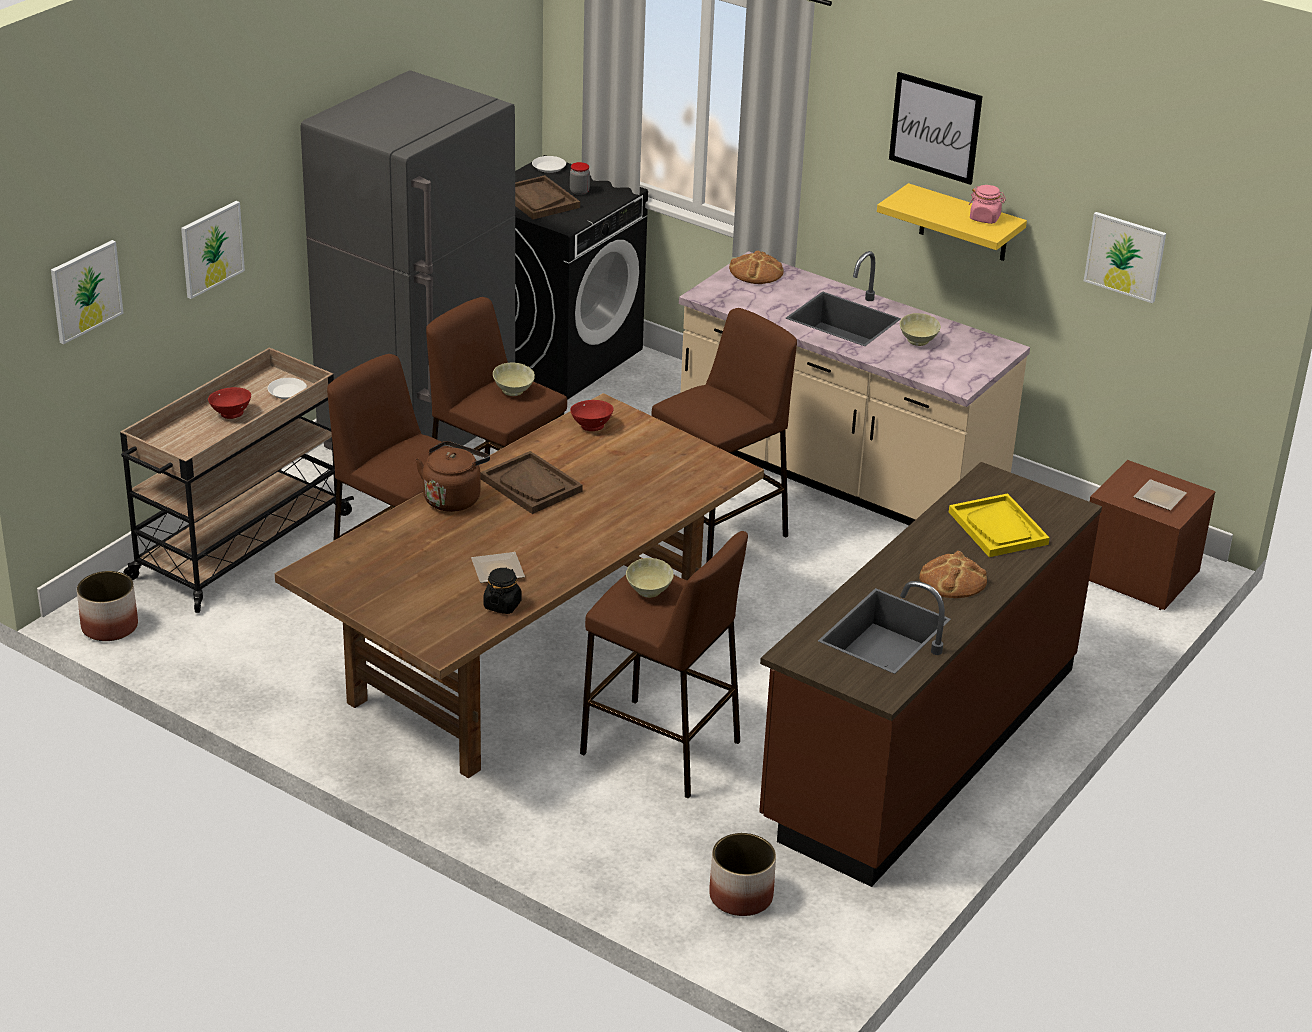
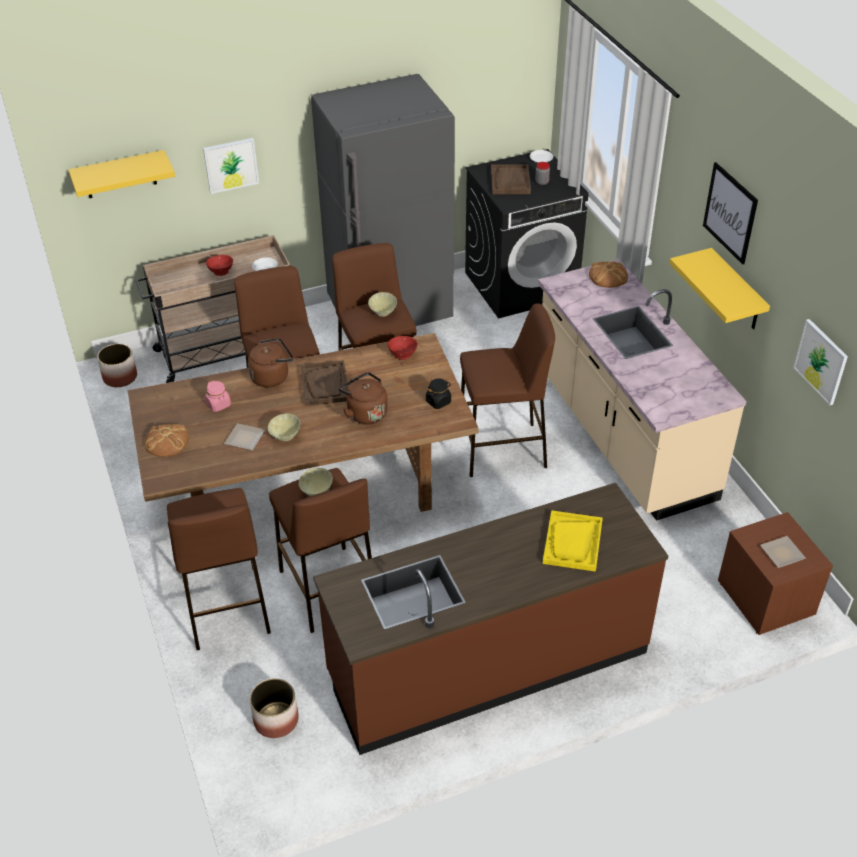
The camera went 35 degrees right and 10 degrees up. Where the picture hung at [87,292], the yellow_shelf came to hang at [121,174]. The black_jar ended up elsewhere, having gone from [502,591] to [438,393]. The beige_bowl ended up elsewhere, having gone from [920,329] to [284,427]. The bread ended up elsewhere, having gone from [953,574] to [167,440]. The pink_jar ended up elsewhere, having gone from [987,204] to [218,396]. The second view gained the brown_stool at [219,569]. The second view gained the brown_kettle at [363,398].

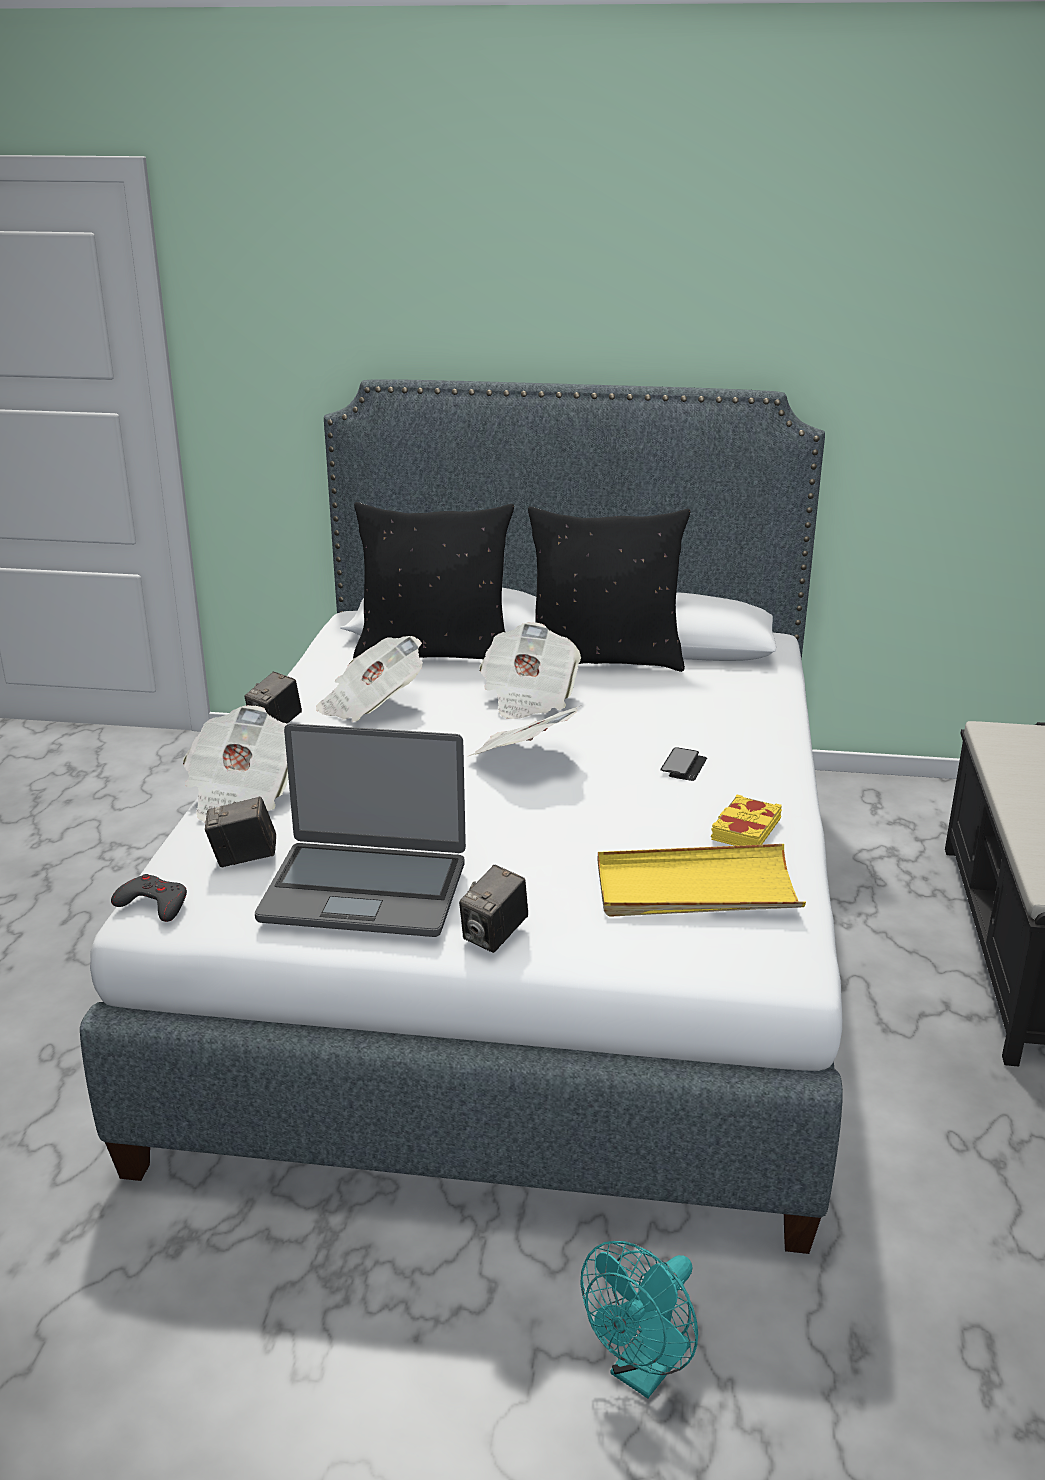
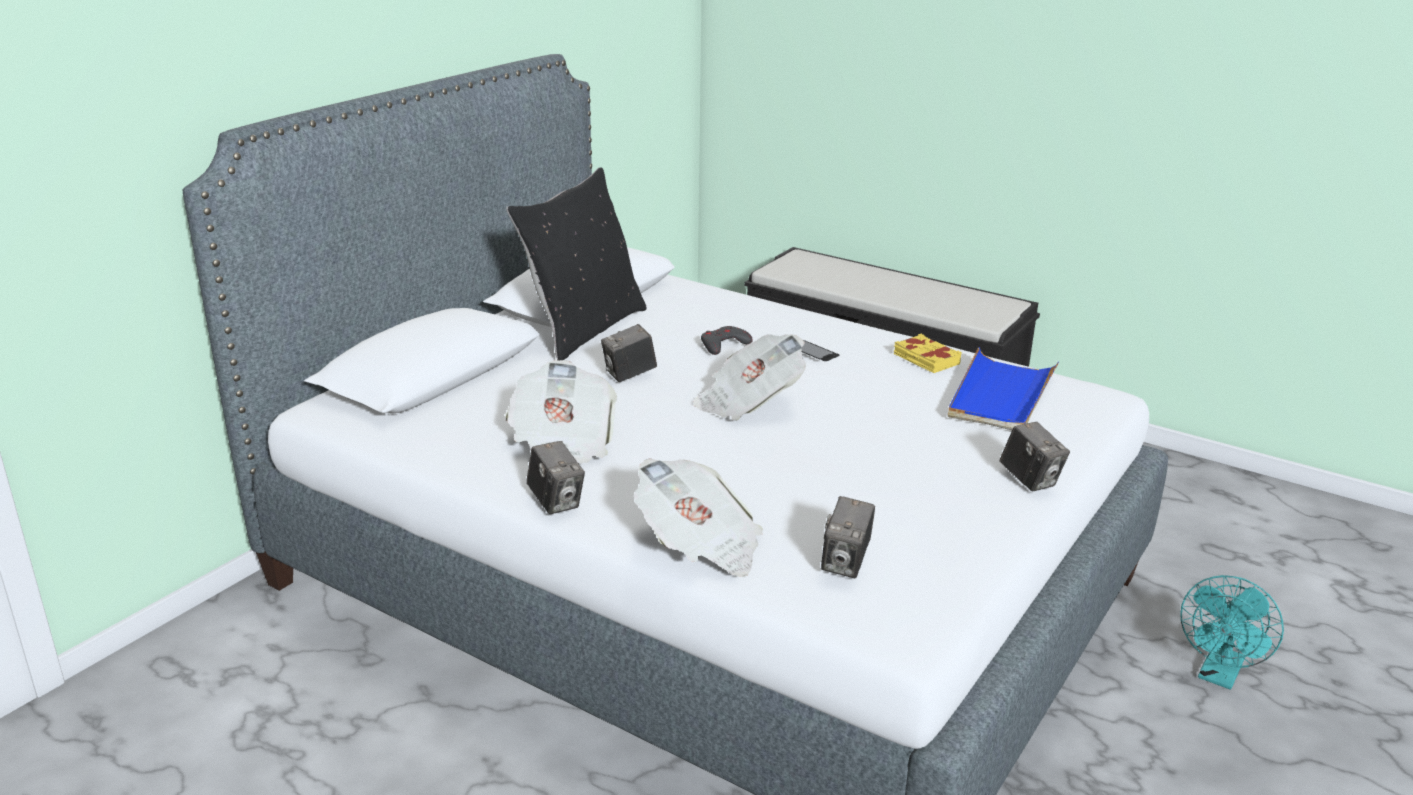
The camera went 65 degrees left and 0 degrees up. The grey_game_controller ended up elsewhere, having gone from [149,898] to [727,340]. The second view lost the laptop at [360,830]. The second view lost the black_pillow at [433,580]. Where the newspaper stood at [530,670], the photo_camera came to stand at [629,353]. The turquoise_fan at [639,1319] ended up facing another way, 60 degrees clockwise from before. What was the yellow_tray at [701,880] turned into the blue_tray at [1003,388].

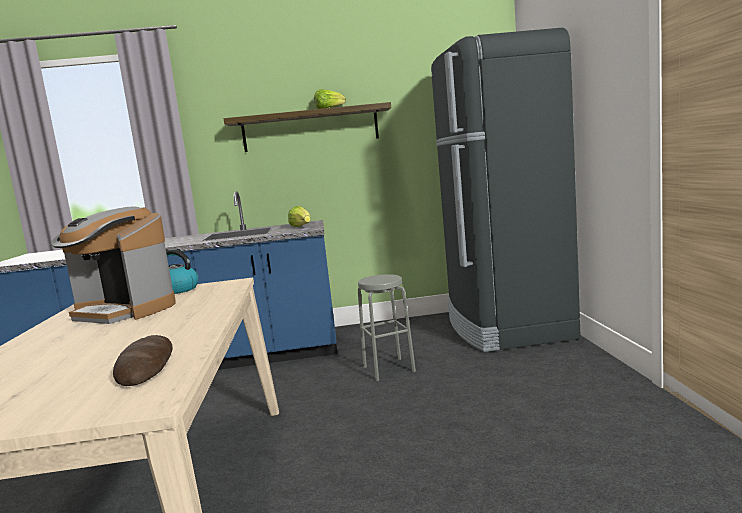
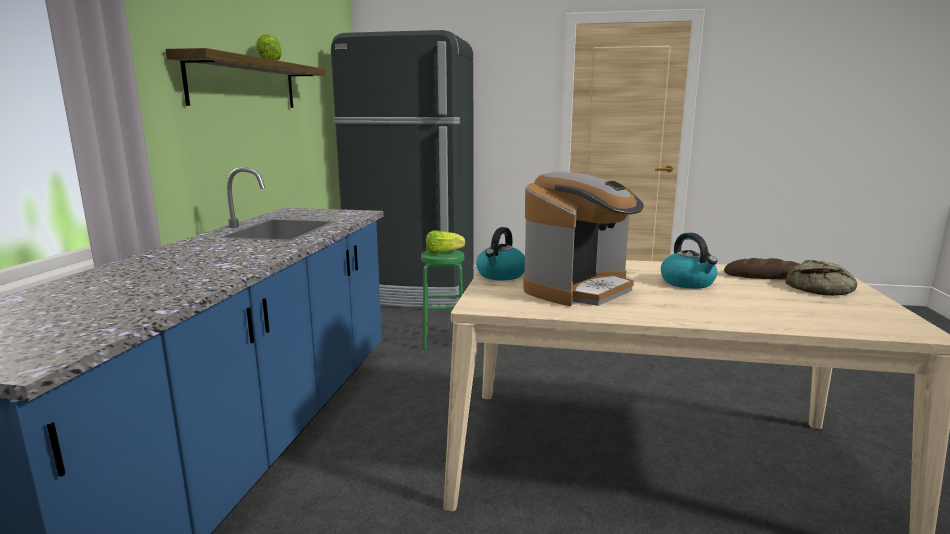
The camera went 75 degrees left and 5 degrees up. The lettuce ended up elsewhere, having gone from [299,216] to [445,242]. What was the grey_stool at [387,327] turned into the green_stool at [442,300]. The second view gained the kettle at [689,261]. The second view gained the bread at [821,278].

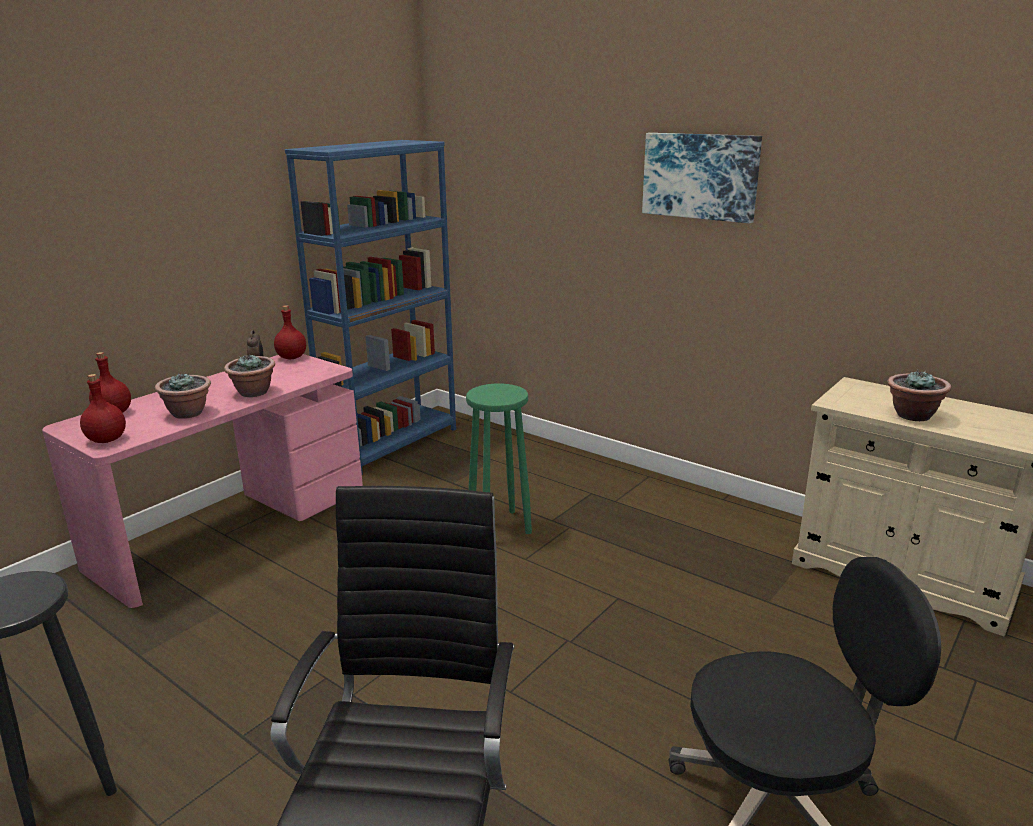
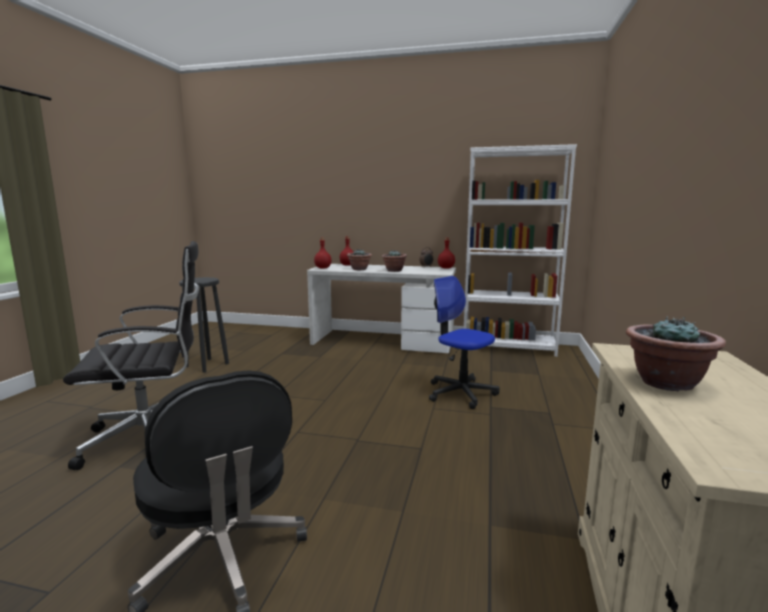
The camera went 65 degrees right and 10 degrees down. What was the pink_desk at [202,481] turned into the white_desk at [381,308]. What was the blue_bookcase at [370,307] turned into the white_bookcase at [520,250]. Where the green_stool stood at [499,459], the office_chair came to stand at [464,342]. The second view lost the picture at [702,178].

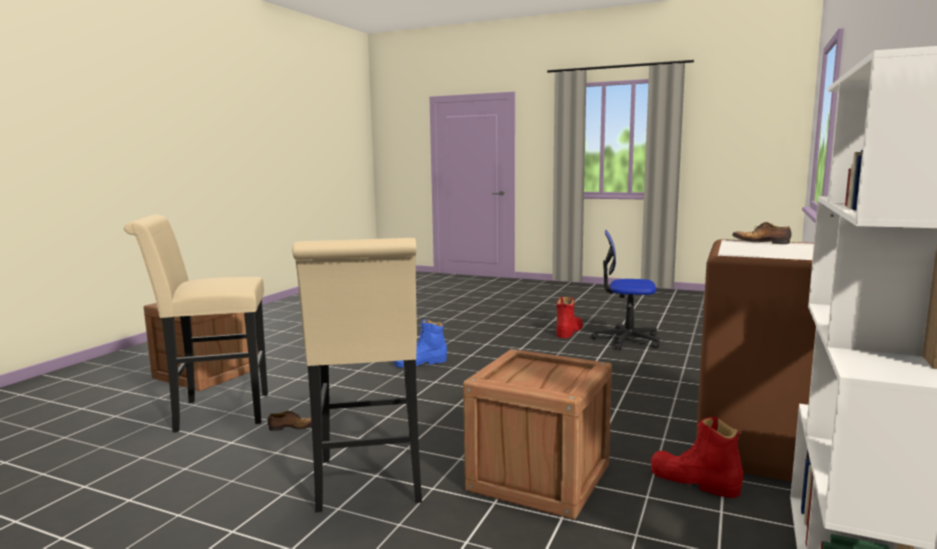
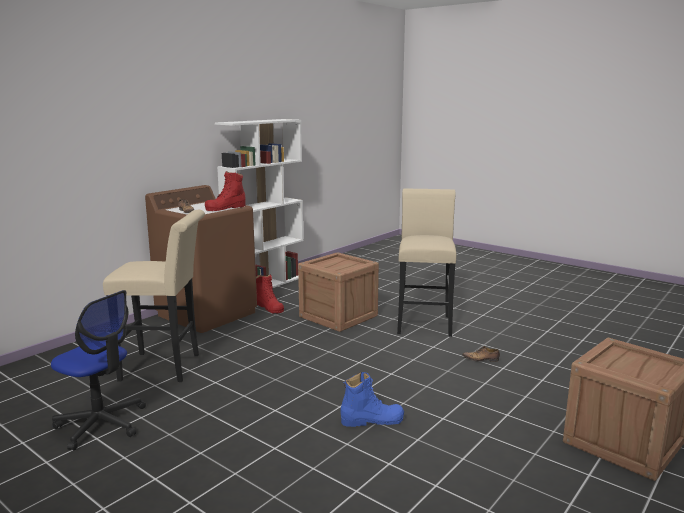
The camera went 165 degrees left and 5 degrees up. The beige_stool ended up elsewhere, having gone from [196,324] to [154,296]. The red_boot ended up elsewhere, having gone from [569,317] to [225,191].

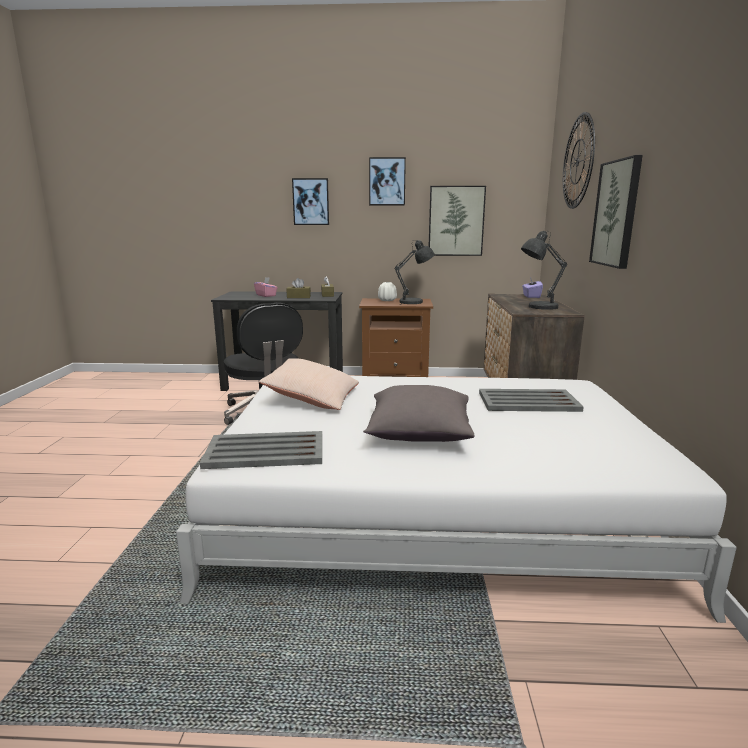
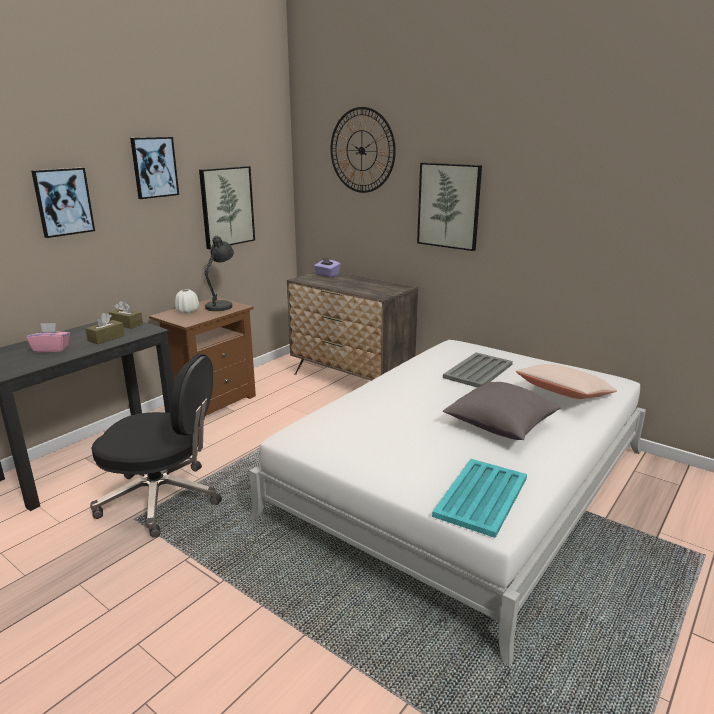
The camera went 55 degrees left and 5 degrees up. What was the grey_tray at [261,450] turned into the turquoise_tray at [479,498]. The beige_pillow ended up elsewhere, having gone from [309,384] to [566,381]. The second view lost the grey_table_lamp at [544,270].

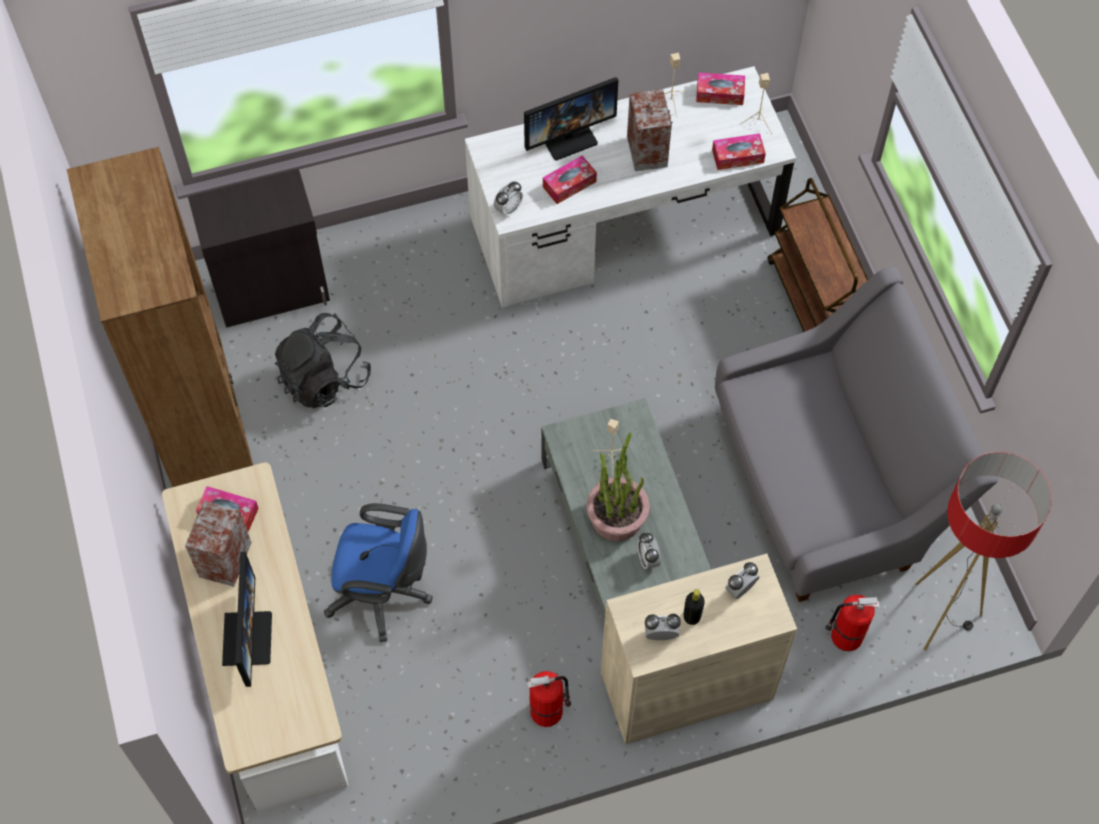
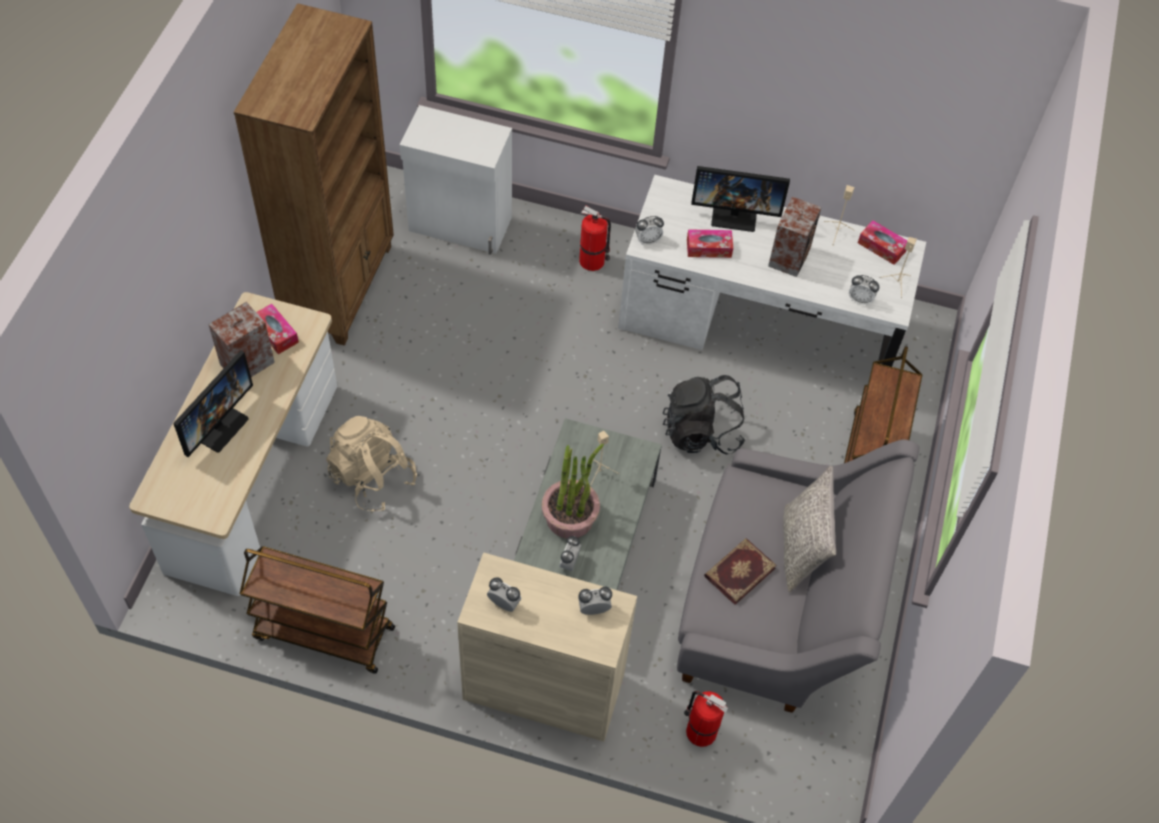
The camera went 30 degrees right and 5 degrees down. What was the black_cabinet at [259,248] turned into the white_cabinet at [456,180]. The black_backpack ended up elsewhere, having gone from [323,360] to [704,415]. Where the blue_office_chair stood at [378,572], the beige_backpack came to stand at [371,463]. The fire_extinguisher ended up elsewhere, having gone from [549,699] to [595,238]. The second view lost the black_bottle at [694,607]. Where the tissue_box stood at [739,151], the alarm_clock came to stand at [864,290]. The second view lost the floor_lamp at [983,551]. The second view gained the brown_cart at [317,610]. The second view gained the book at [740,571]. The second view gained the grey_pillow at [809,529].

